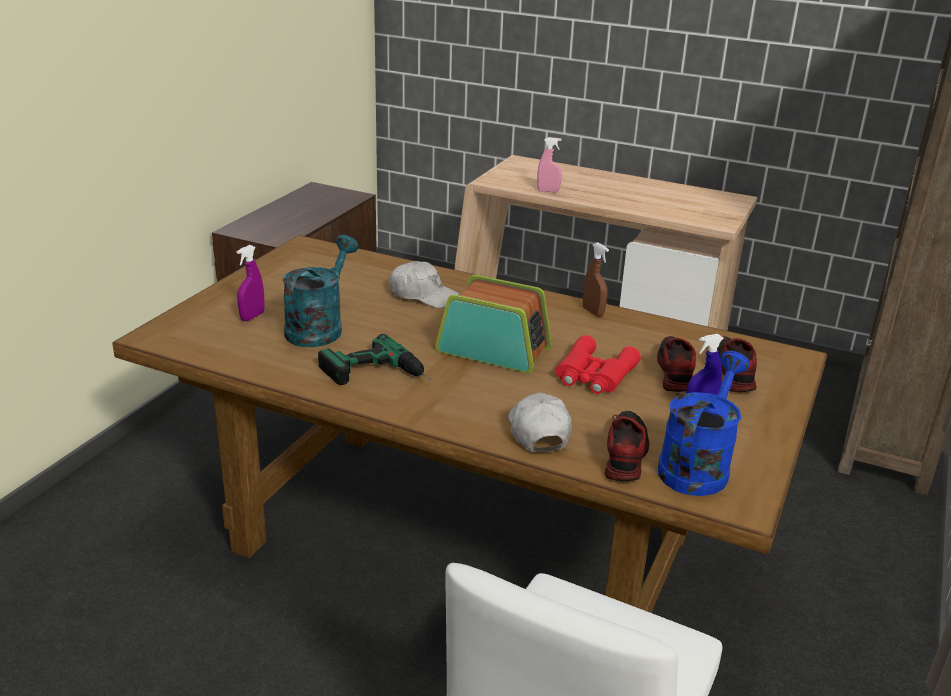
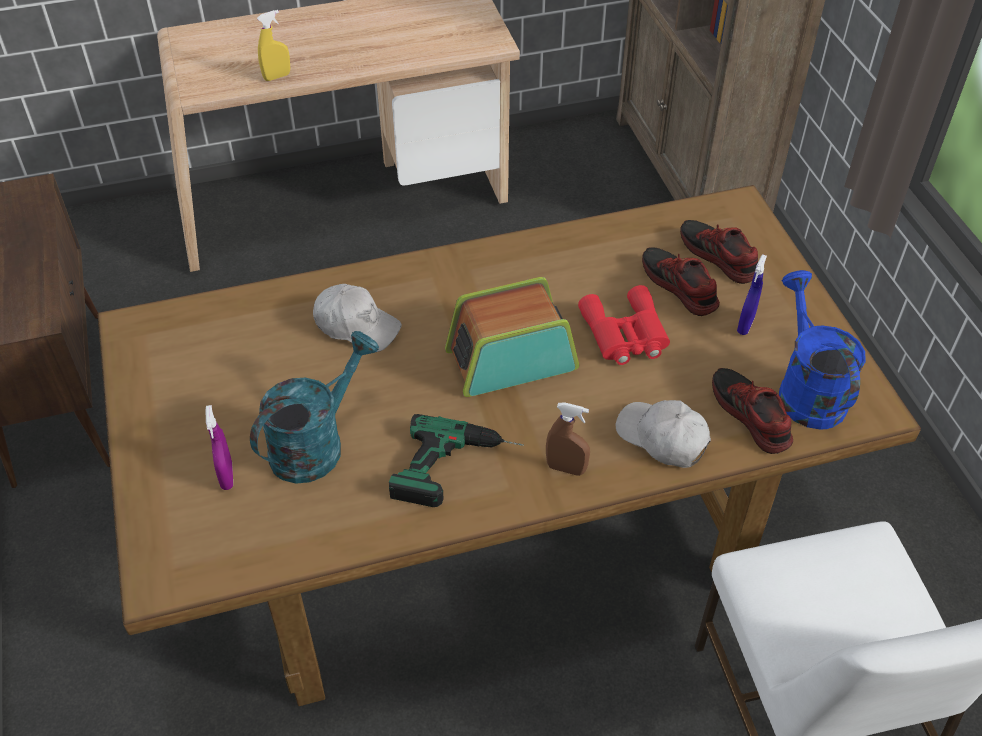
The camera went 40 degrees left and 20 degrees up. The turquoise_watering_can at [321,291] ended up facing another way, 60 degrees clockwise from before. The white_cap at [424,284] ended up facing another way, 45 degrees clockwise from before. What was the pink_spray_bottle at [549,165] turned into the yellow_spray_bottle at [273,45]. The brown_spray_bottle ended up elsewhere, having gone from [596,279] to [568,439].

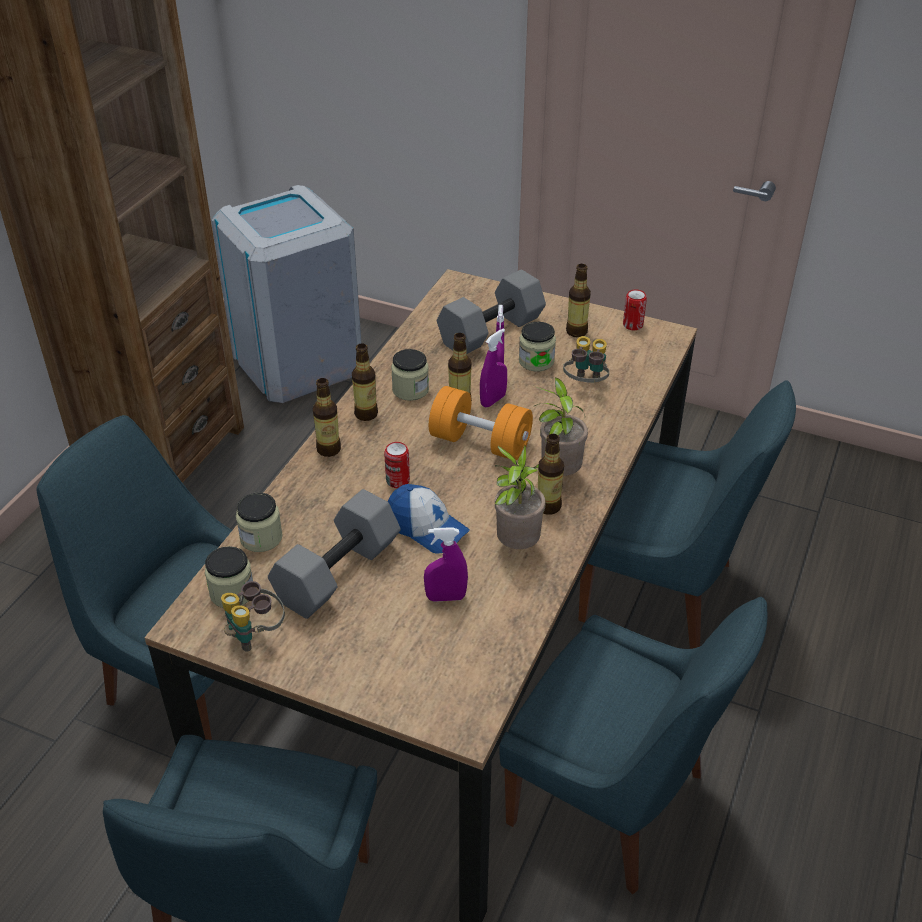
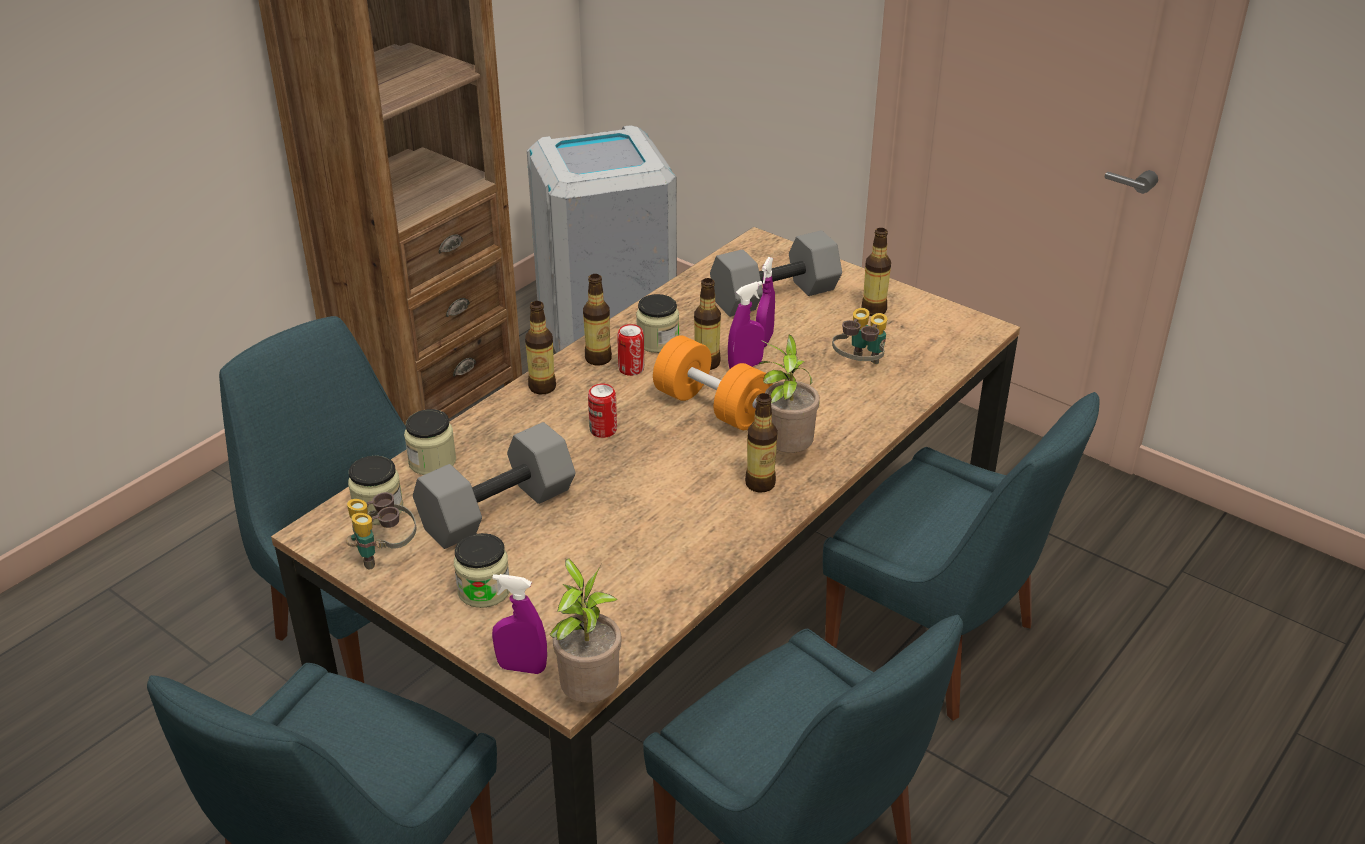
The camera went 15 degrees right and 5 degrees down. The second view lost the cap at [428,519]. The purple_spray_bottle ended up elsewhere, having gone from [446,564] to [519,624]. The potted_plant ended up elsewhere, having gone from [519,497] to [585,630]. The jar ended up elsewhere, having gone from [537,347] to [481,570]. The can ended up elsewhere, having gone from [635,309] to [630,350].

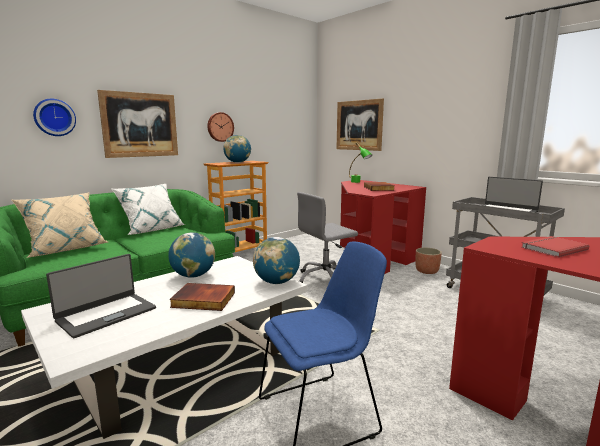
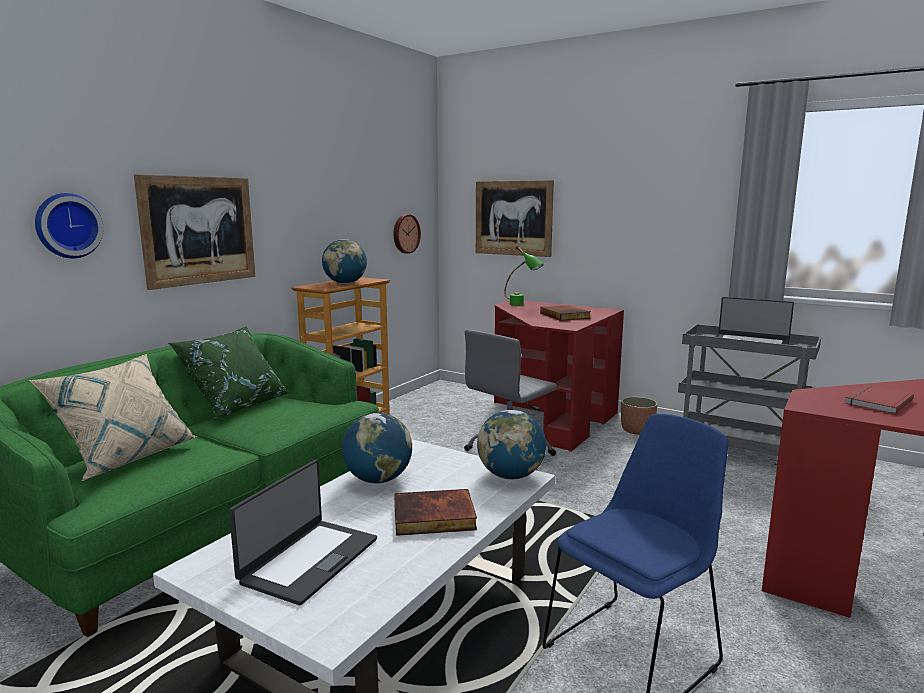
The camera went 15 degrees left and 0 degrees up. What was the white_pillow at [148,209] turned into the green_pillow at [229,373]. The wall_clock ended up elsewhere, having gone from [220,127] to [407,234].

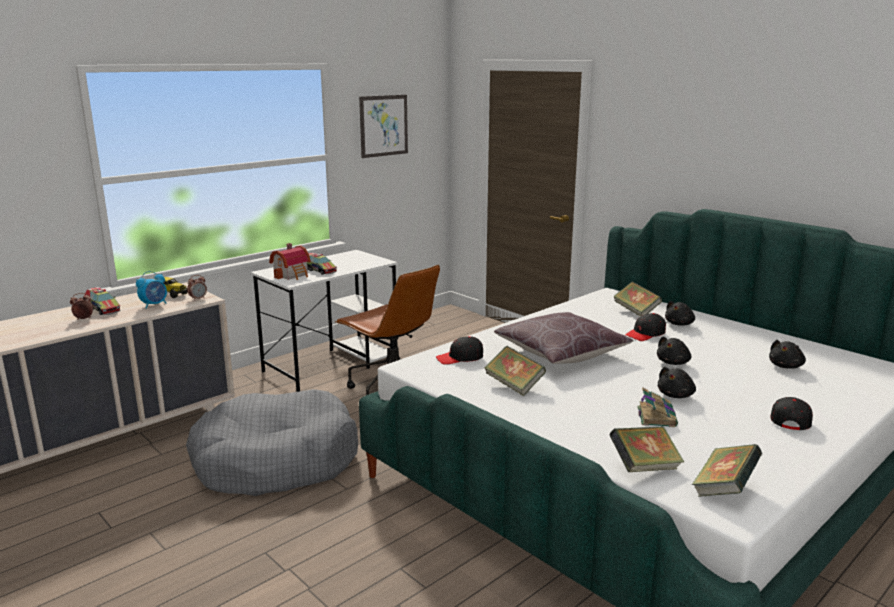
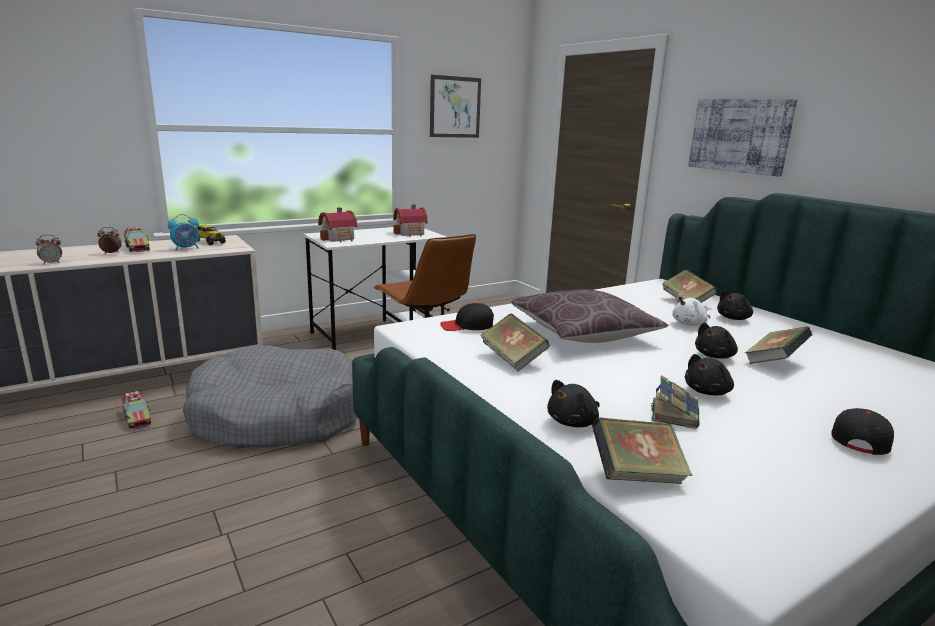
The camera went 10 degrees right and 0 degrees up. The alarm_clock ended up elsewhere, having gone from [197,288] to [49,249]. The toy_truck ended up elsewhere, having gone from [322,264] to [136,410]. Where the black_cap stood at [645,327], the white_plush_toy came to stand at [691,310]. The book ended up elsewhere, having gone from [727,470] to [778,345]. The black_plush_toy ended up elsewhere, having gone from [787,354] to [573,403]. The second view gained the toy_house at [410,220]. The second view gained the picture at [742,138].

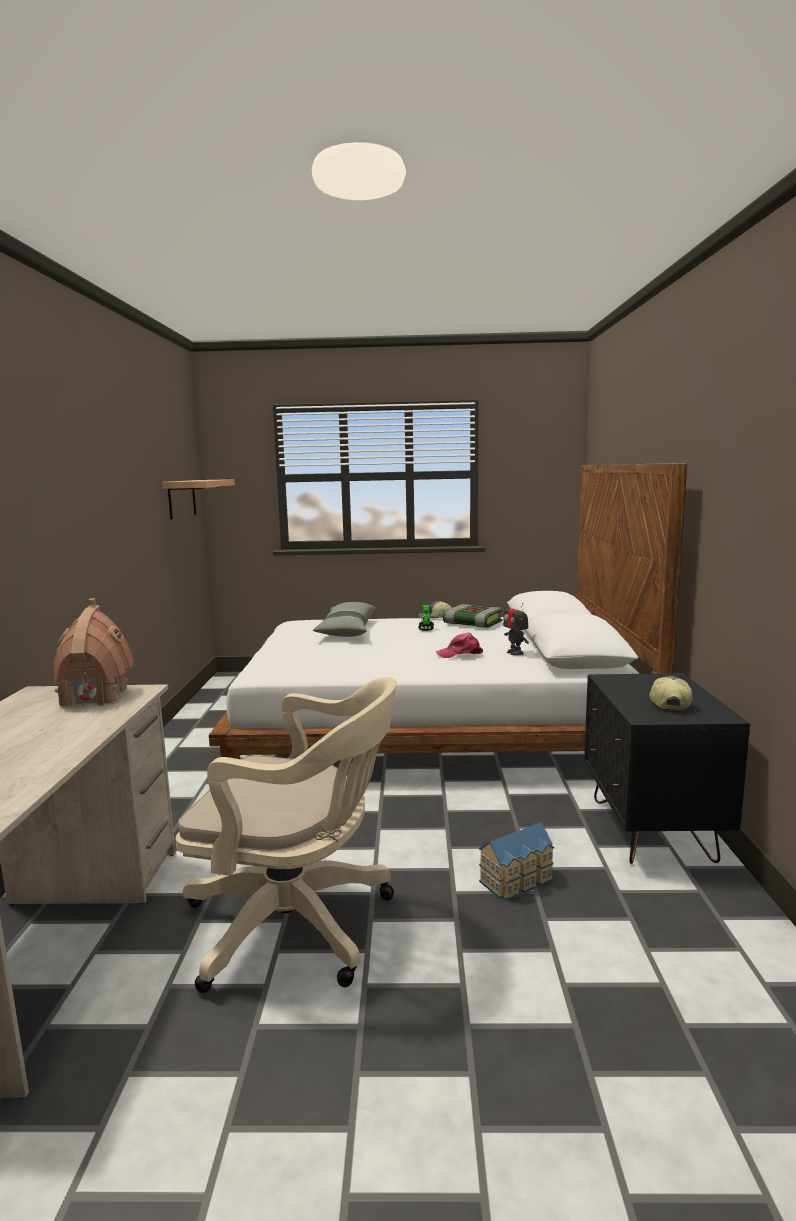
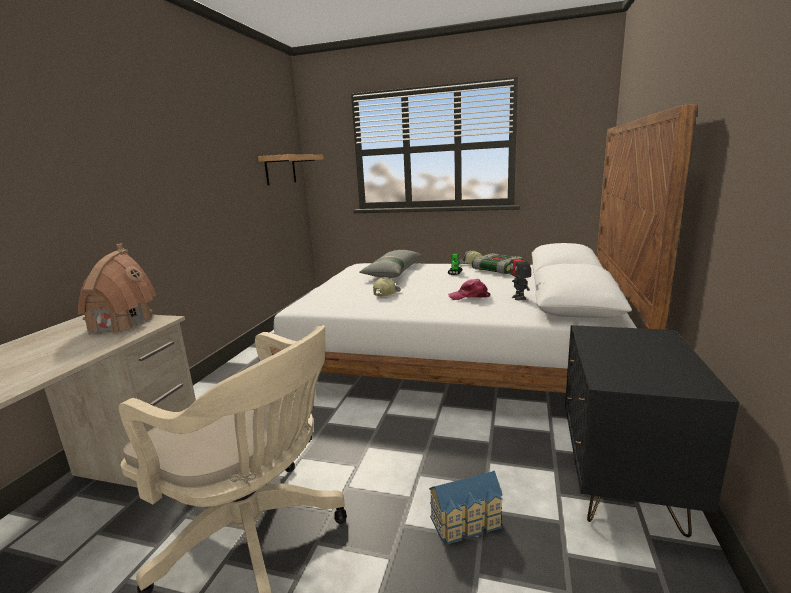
The camera went 15 degrees right and 5 degrees up. The cap ended up elsewhere, having gone from [670,693] to [387,286].

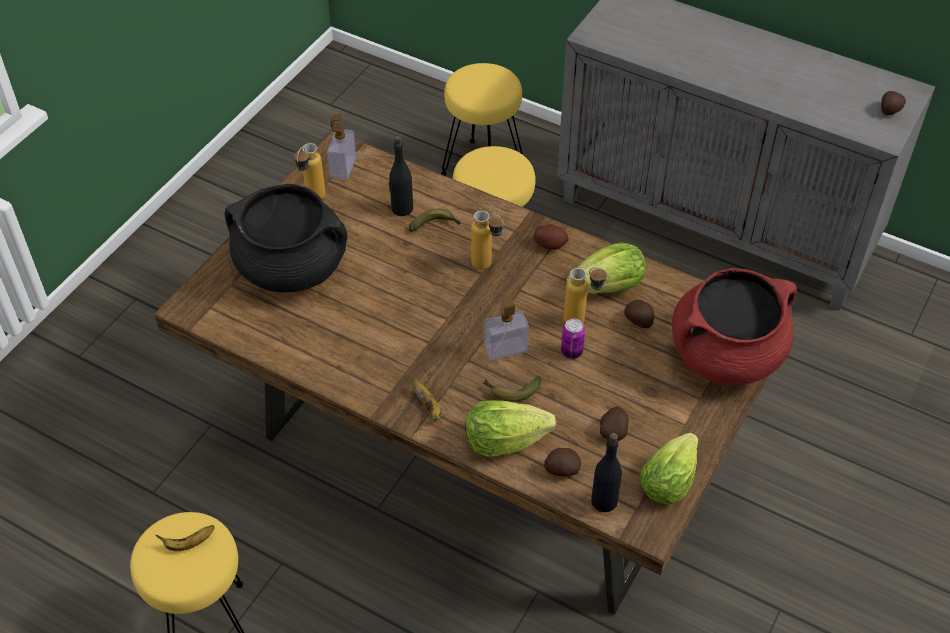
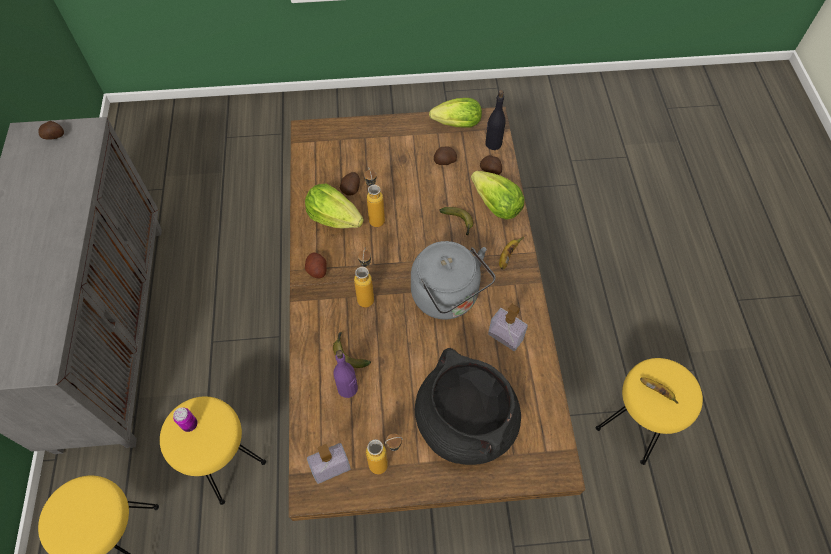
The camera went 125 degrees left and 10 degrees up. What was the black_bottle at [401,176] turned into the purple_bottle at [345,374]. The soap_dispenser ended up elsewhere, having gone from [506,327] to [508,327]. The can ended up elsewhere, having gone from [573,339] to [185,419]. The second view lost the red_cooking_pot at [734,326]. The second view gained the grey_kettle at [453,280].

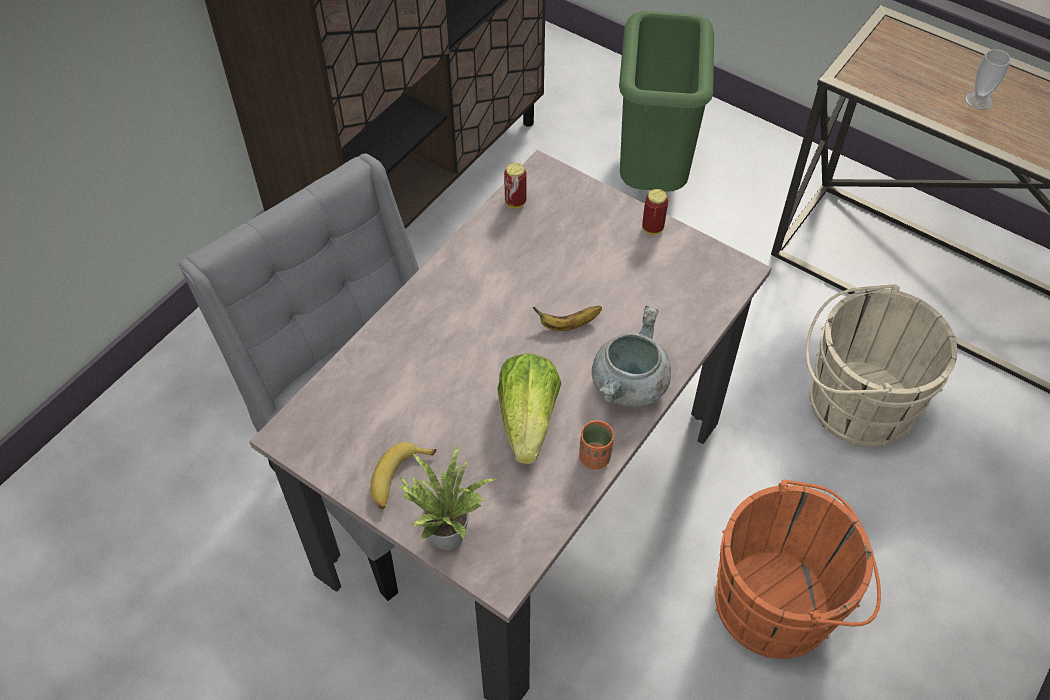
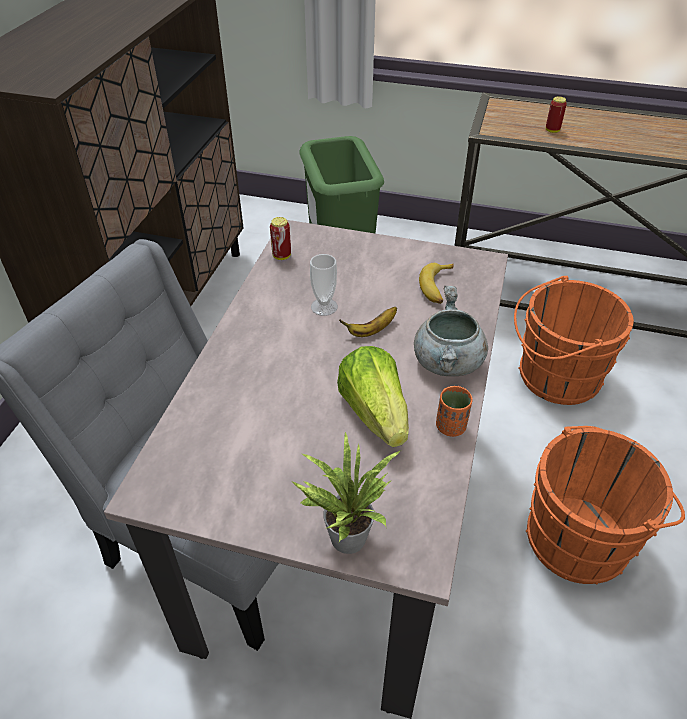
The camera went 20 degrees left and 10 degrees down. The banana ended up elsewhere, having gone from [403,475] to [436,283]. The can ended up elsewhere, having gone from [655,212] to [556,114]. What was the beige_bucket at [881,365] turned into the orange_bucket at [574,340]. The cup ended up elsewhere, having gone from [988,79] to [324,285].

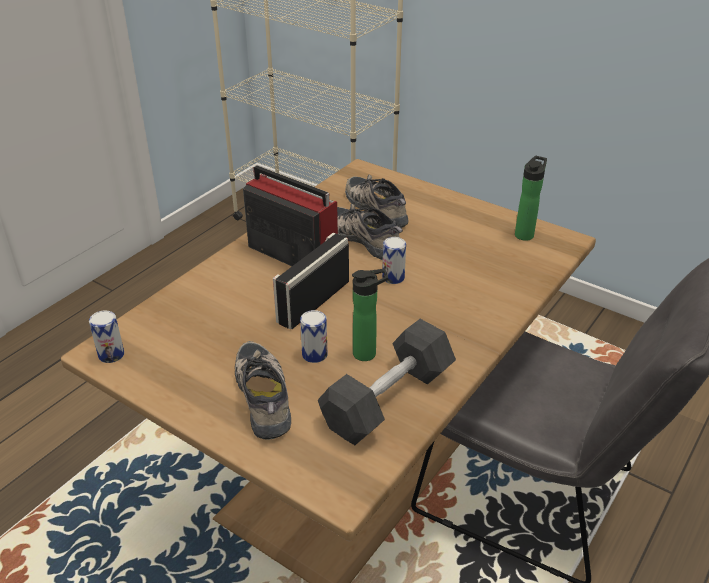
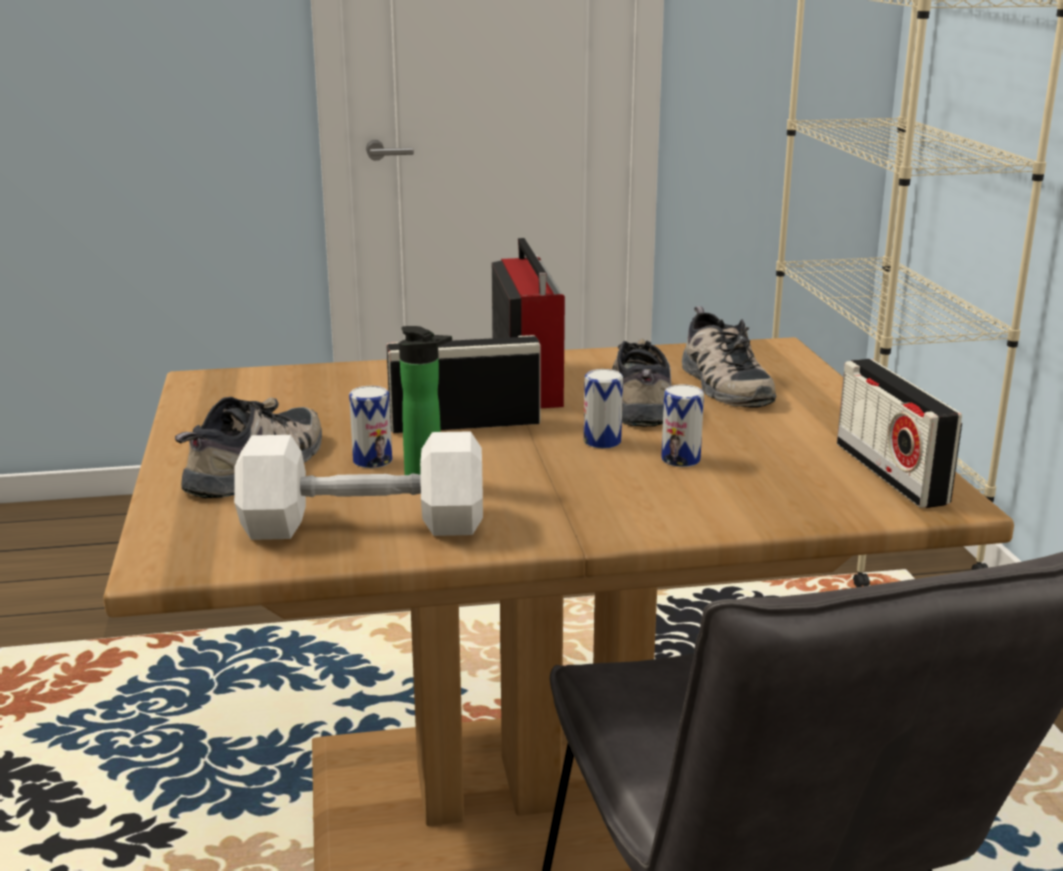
The camera went 45 degrees right and 15 degrees down. The can ended up elsewhere, having gone from [106,336] to [682,426]. What was the black_dumbbell at [387,382] turned into the white_dumbbell at [358,485]. The shoe at [376,201] ended up facing another way, 150 degrees clockwise from before. Where the bottle stood at [531,198], the radio came to stand at [899,433].

